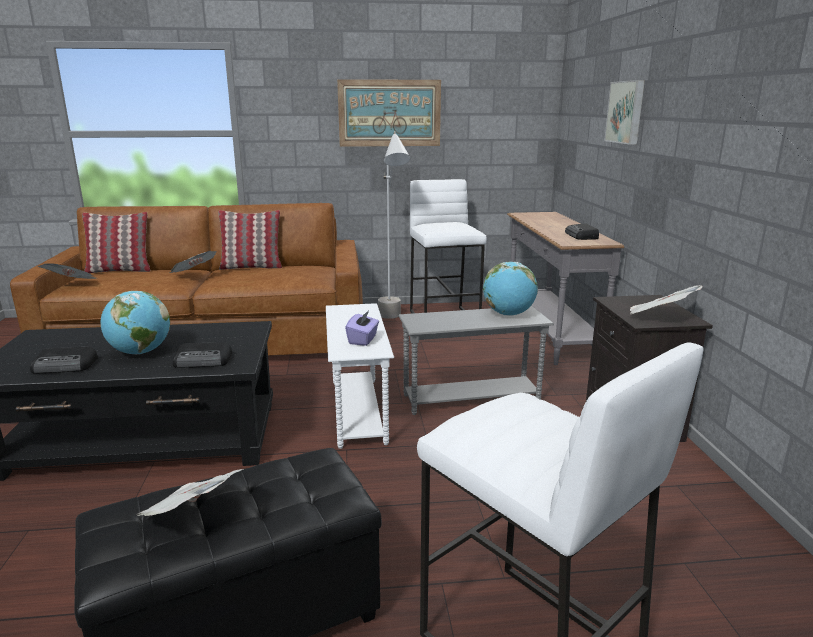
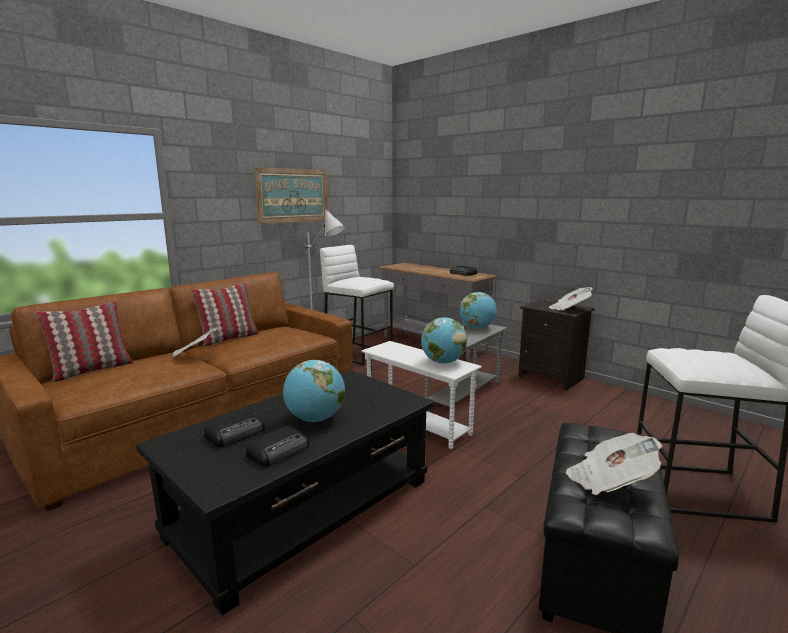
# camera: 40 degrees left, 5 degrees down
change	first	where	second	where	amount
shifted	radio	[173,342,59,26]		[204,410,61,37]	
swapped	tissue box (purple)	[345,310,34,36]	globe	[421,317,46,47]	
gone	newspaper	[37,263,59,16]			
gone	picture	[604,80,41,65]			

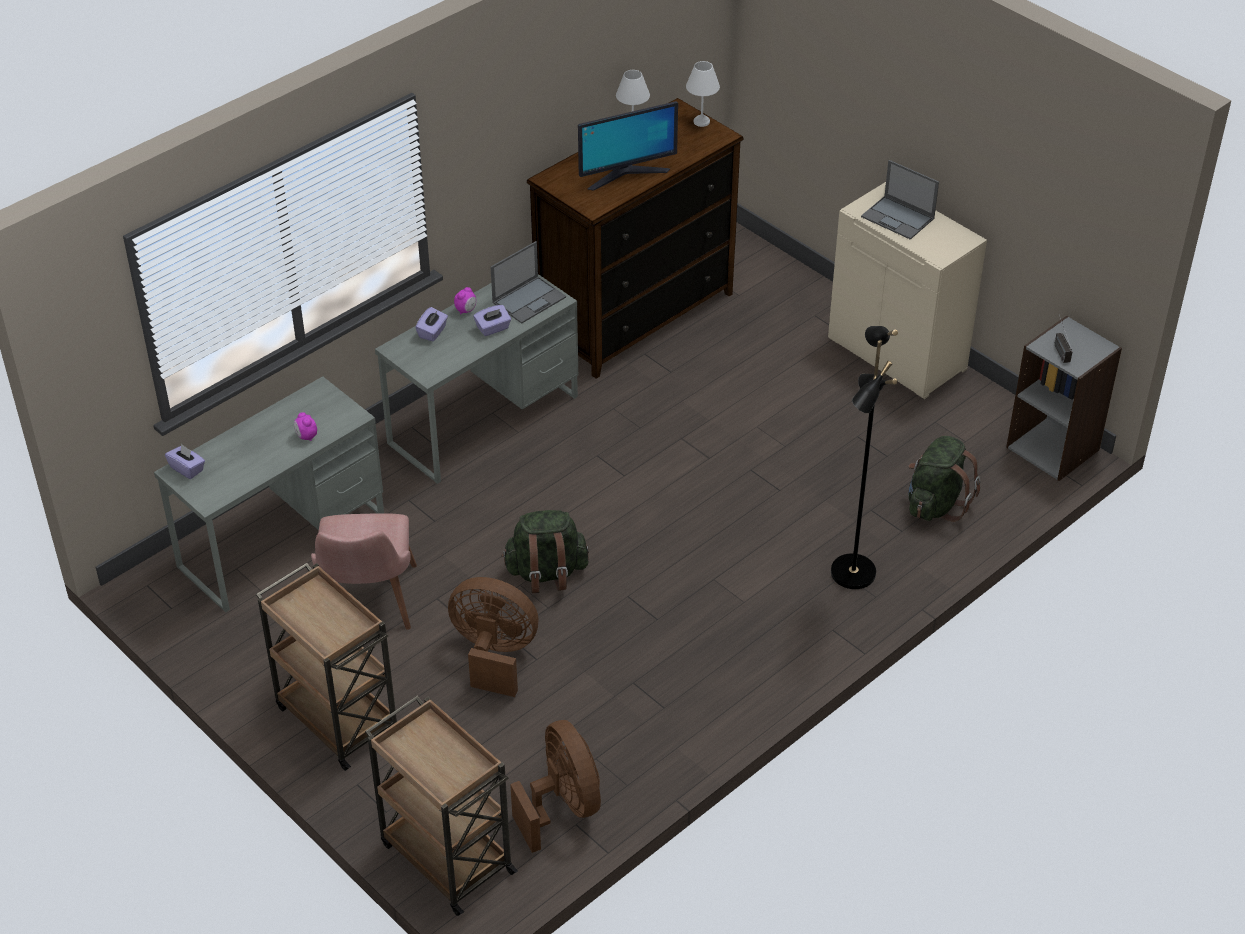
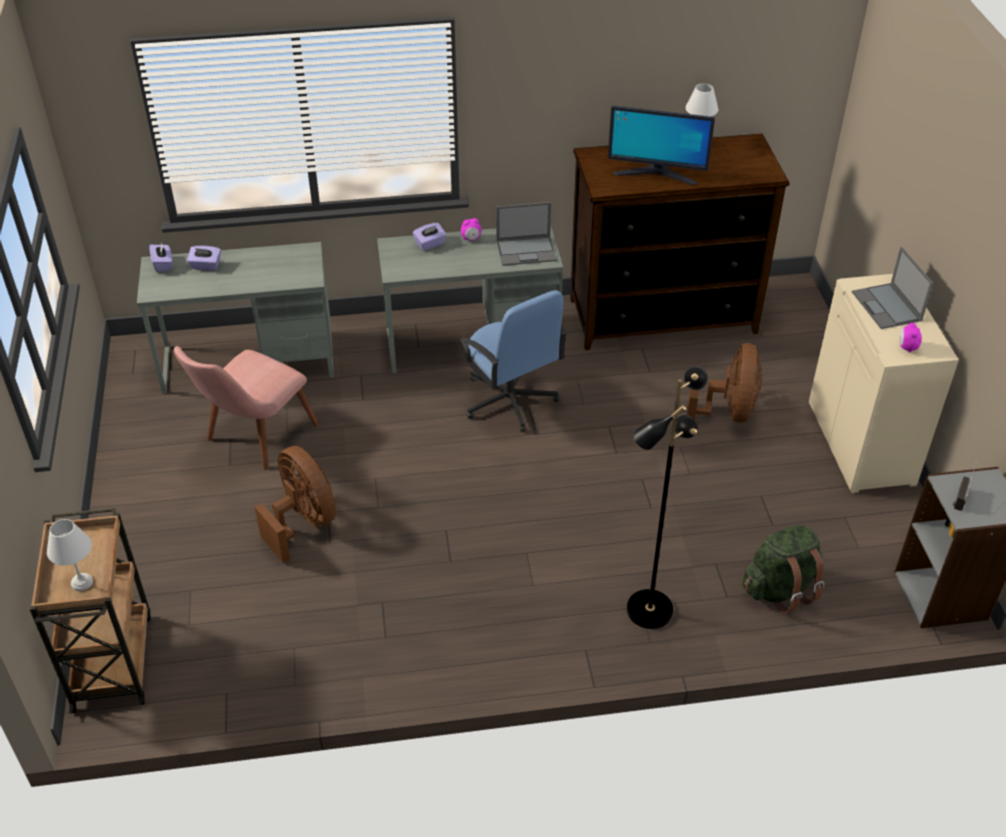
# camera: 35 degrees right, 0 degrees up
change	first	where	second	where	amount
shifted	table lamp (white)	[686,61,34,66]		[47,519,46,72]	
shifted	tissue box (purple)	[474,305,37,31]		[187,246,34,25]	
new			office chair (blue)	[459,290,109,142]	
shifted	fan (brown)	[510,720,91,133]		[687,343,75,80]	
shifted	alarm clock	[294,412,23,29]		[899,323,23,30]	
gone	cart (brown)	[256,563,141,208]			
gone	backpack (green)	[502,510,87,83]			

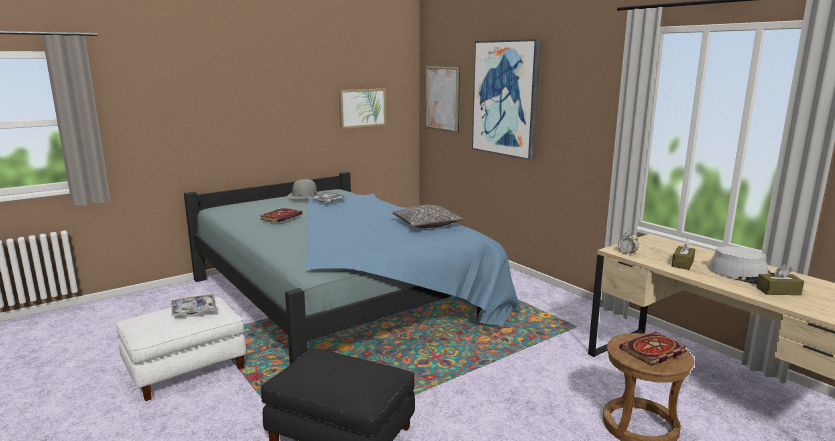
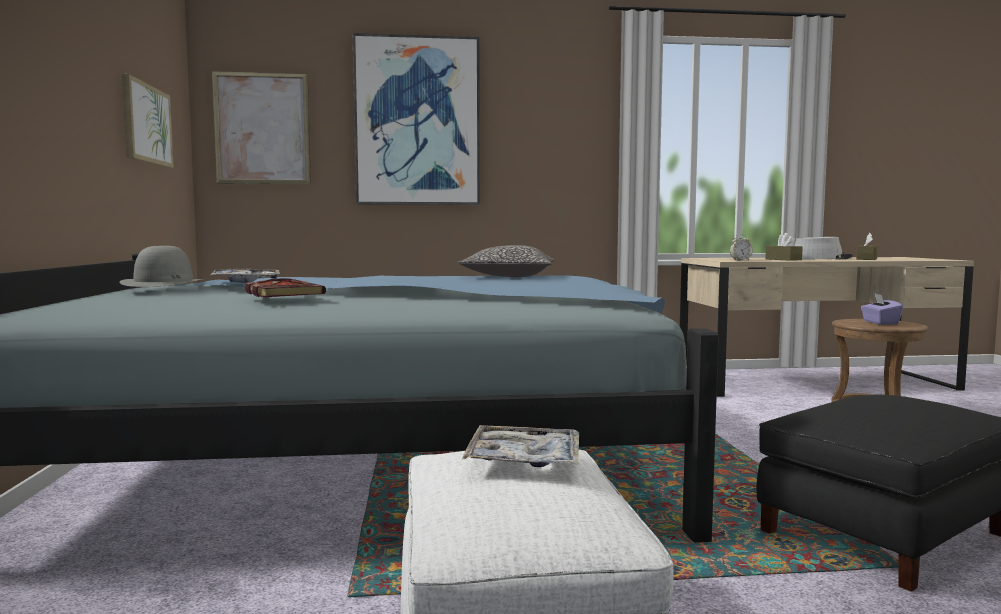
# camera: 60 degrees left, 10 degrees down
change	first	where	second	where	amount
swapped	book	[619,332,68,34]	tissue box (purple)	[861,293,42,32]	

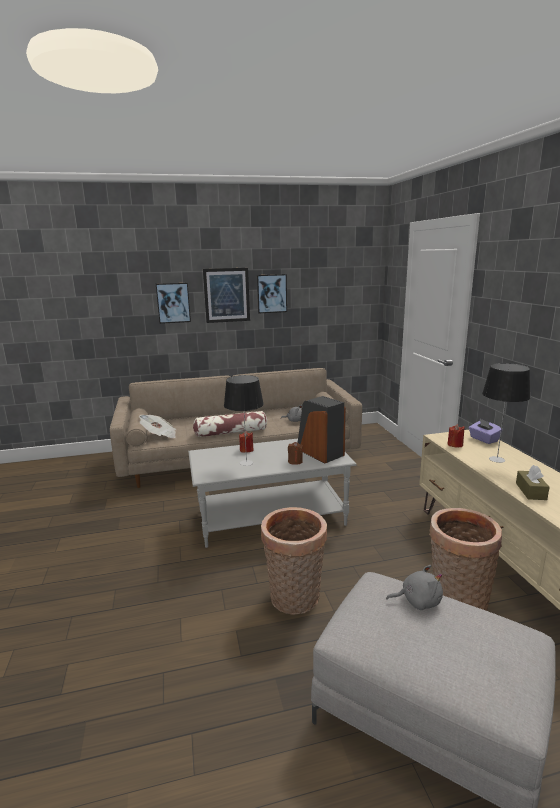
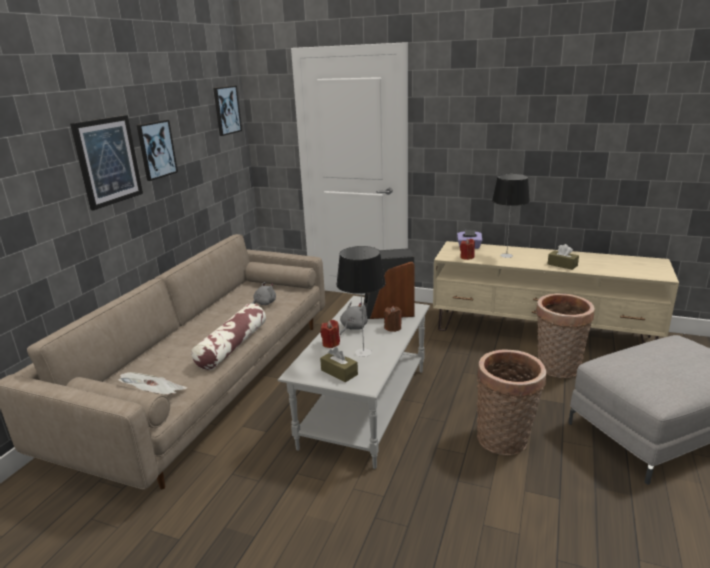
# camera: 55 degrees left, 5 degrees up
change	first	where	second	where	amount
shifted	picture	[156,283,35,41]		[213,86,29,50]	
new			tissue box (brown)	[320,347,38,35]	
shifted	plush toy (grey)	[386,565,57,45]		[340,302,28,33]	

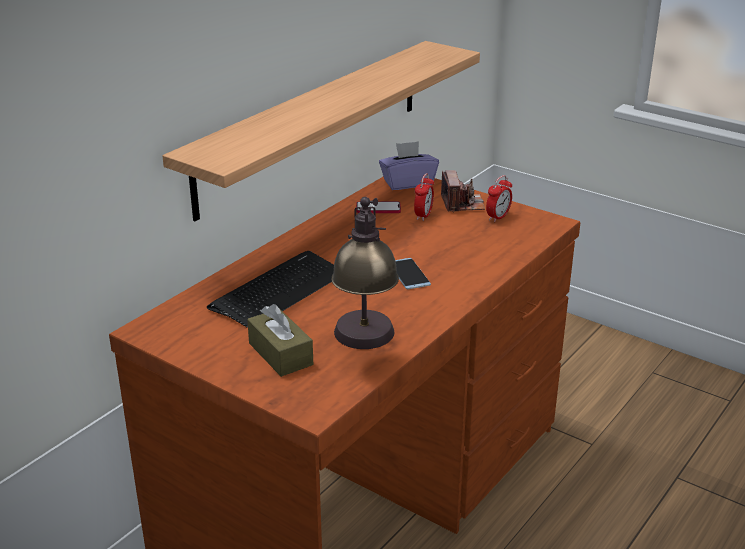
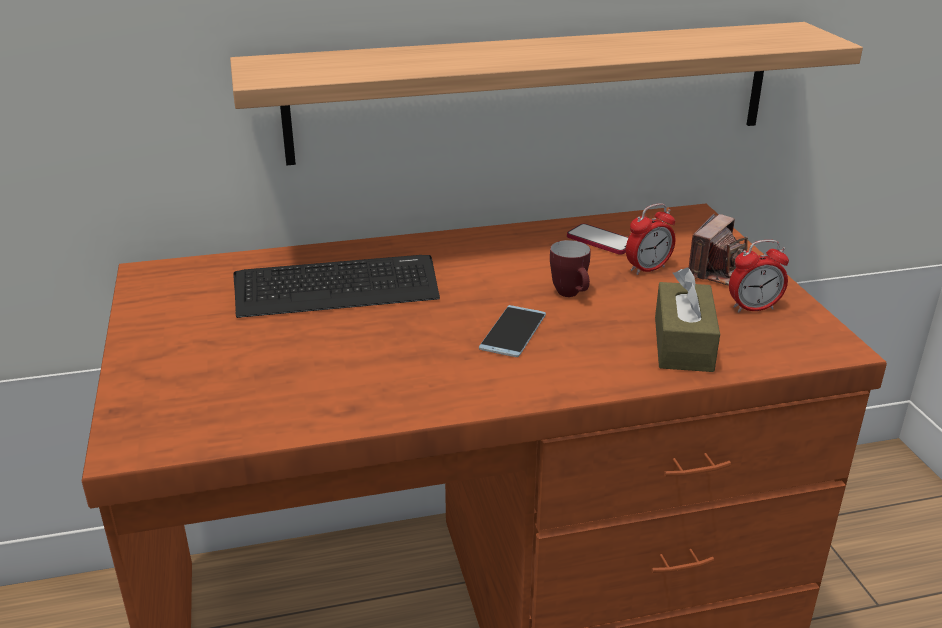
# camera: 40 degrees right, 0 degrees up
change	first	where	second	where	amount
new			mug	[550,240,41,57]	
shifted	tissue box (brown)	[247,304,66,73]		[655,267,65,105]	
gone	table lamp	[331,197,68,152]			
gone	tissue box (purple)	[379,141,60,49]			

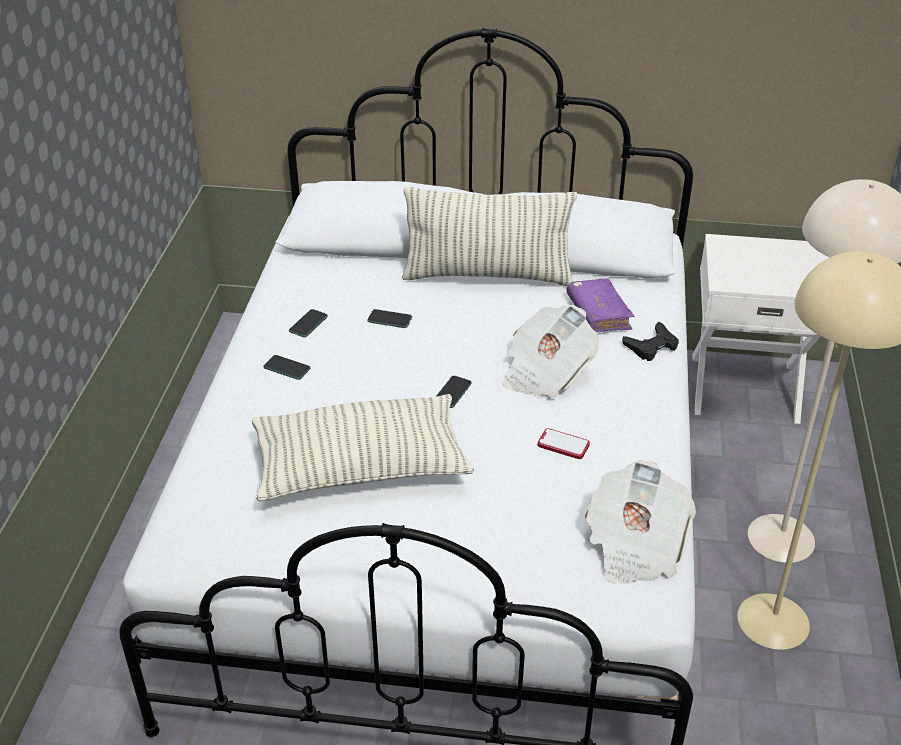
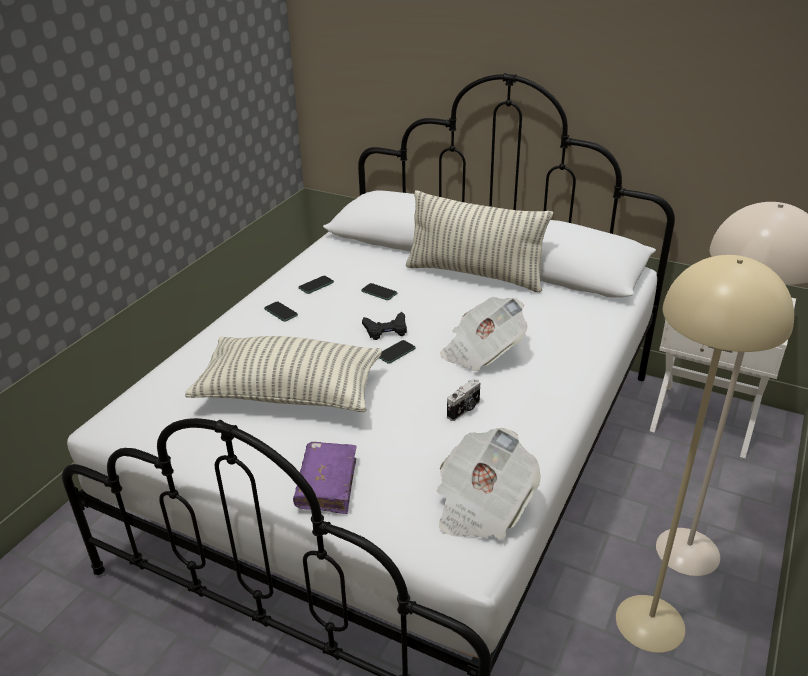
# camera: 20 degrees right, 5 degrees down
change	first	where	second	where	amount
shifted	book (purple)	[566,278,68,54]		[293,442,63,72]	
shifted	game controller (black)	[622,322,57,39]		[362,312,45,28]	
swapped	phone	[538,428,52,31]	photo camera	[447,379,33,42]	

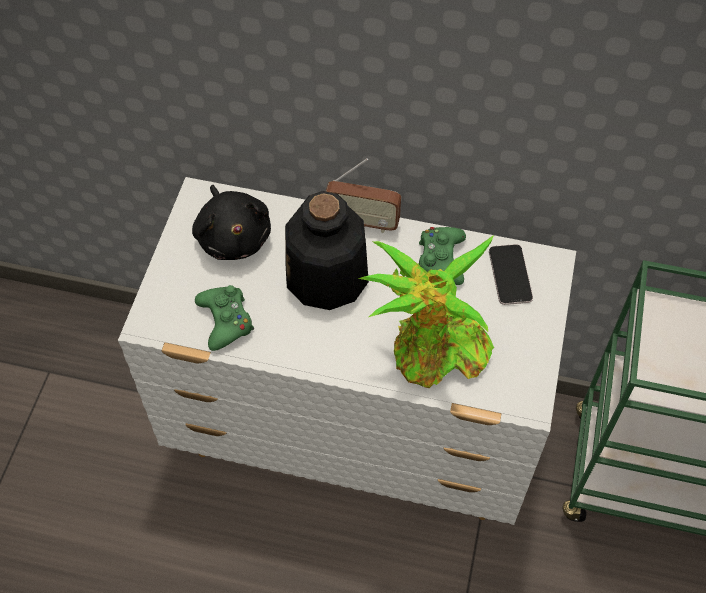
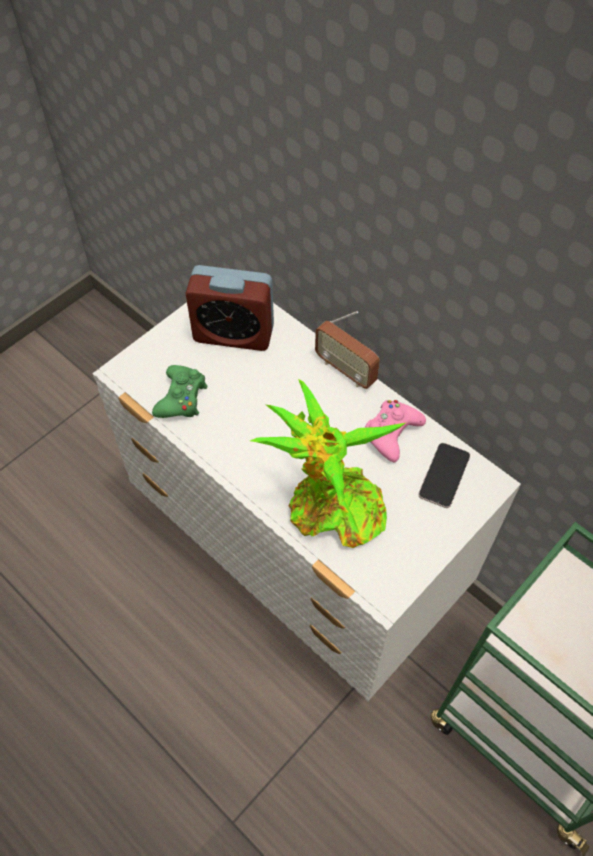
# camera: 30 degrees right, 0 degrees up
change	first	where	second	where	amount
swapped	plush toy (black)	[192,185,79,75]	alarm clock	[185,265,89,86]	
repainted	game controller (green)	[419,227,47,58]	game controller (pink)	[365,400,61,62]	
gone	bottle	[285,191,84,119]			

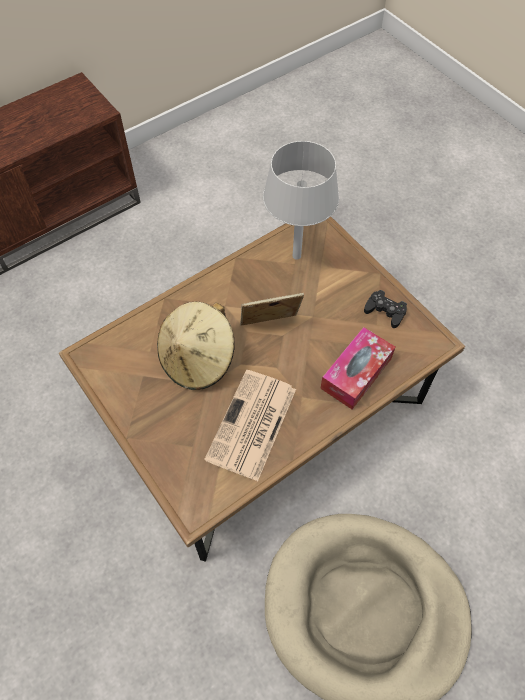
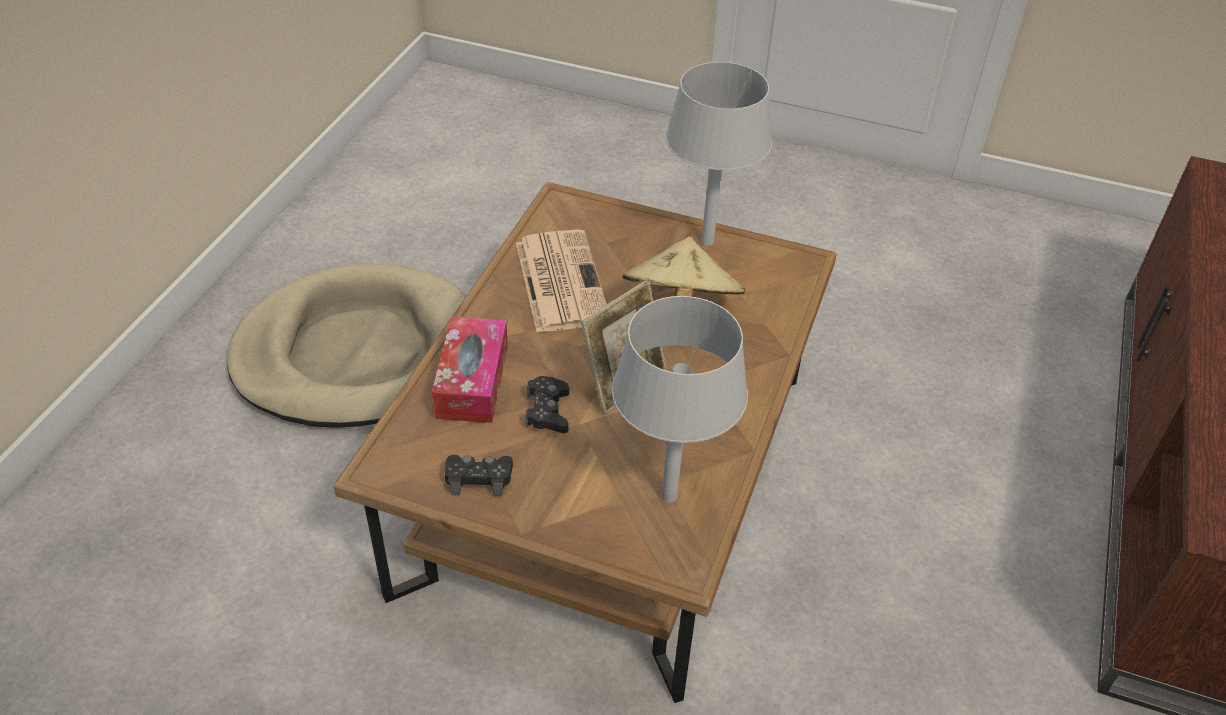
# camera: 145 degrees right, 15 degrees down
change	first	where	second	where	amount
new			game controller (black)	[526,376,43,57]	
new			table lamp (grey)	[666,62,106,184]	

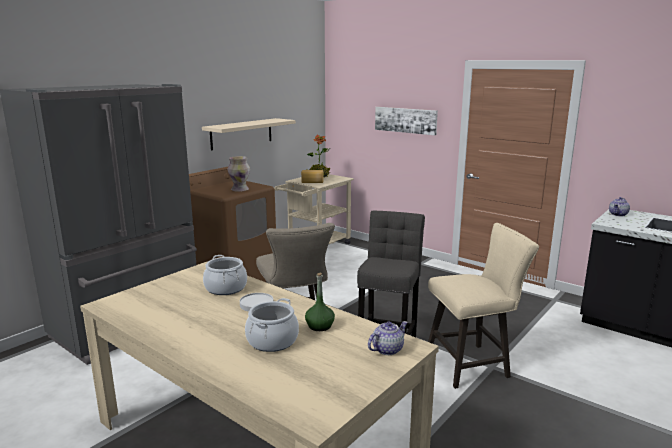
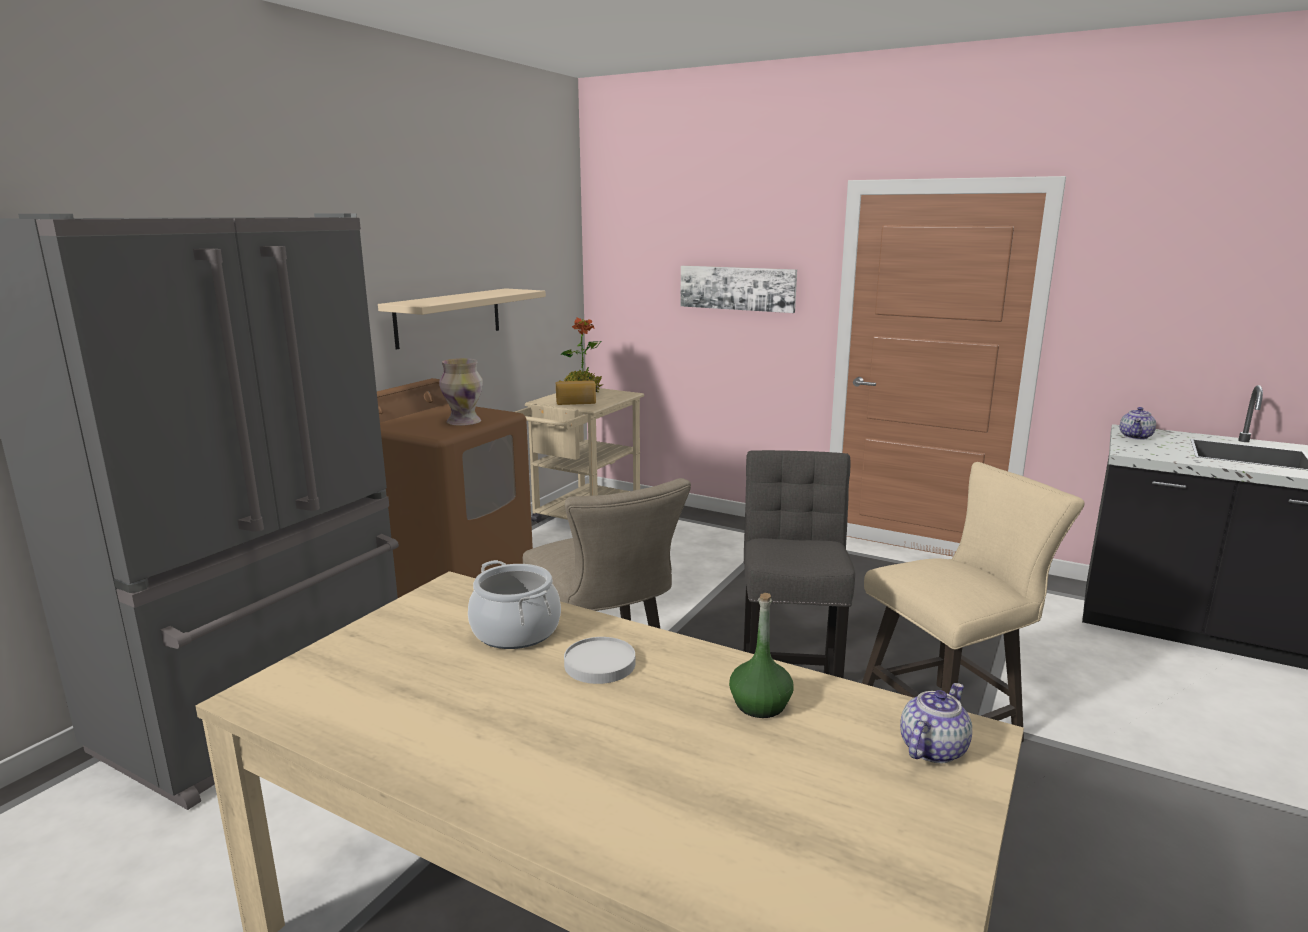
# camera: 10 degrees left, 0 degrees up
change	first	where	second	where	amount
gone	cooking pot	[245,298,54,54]			

